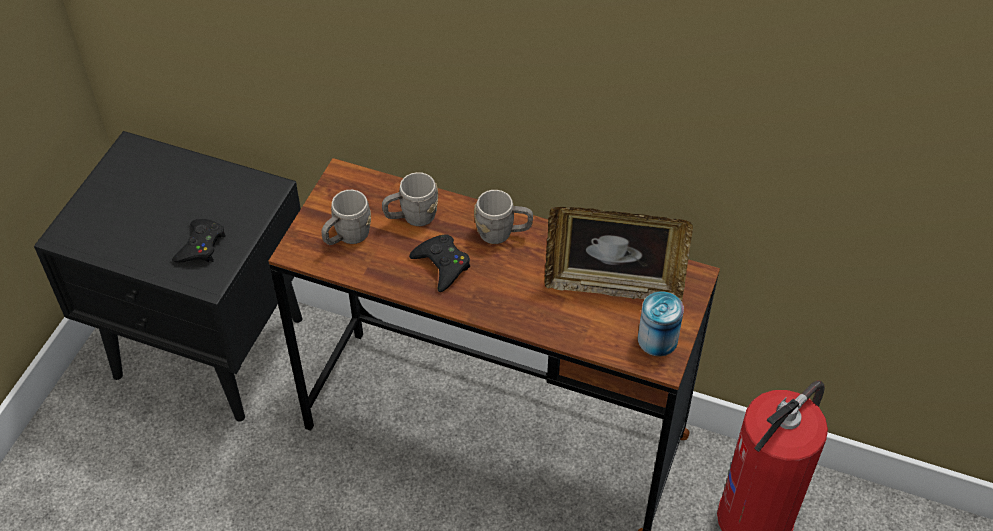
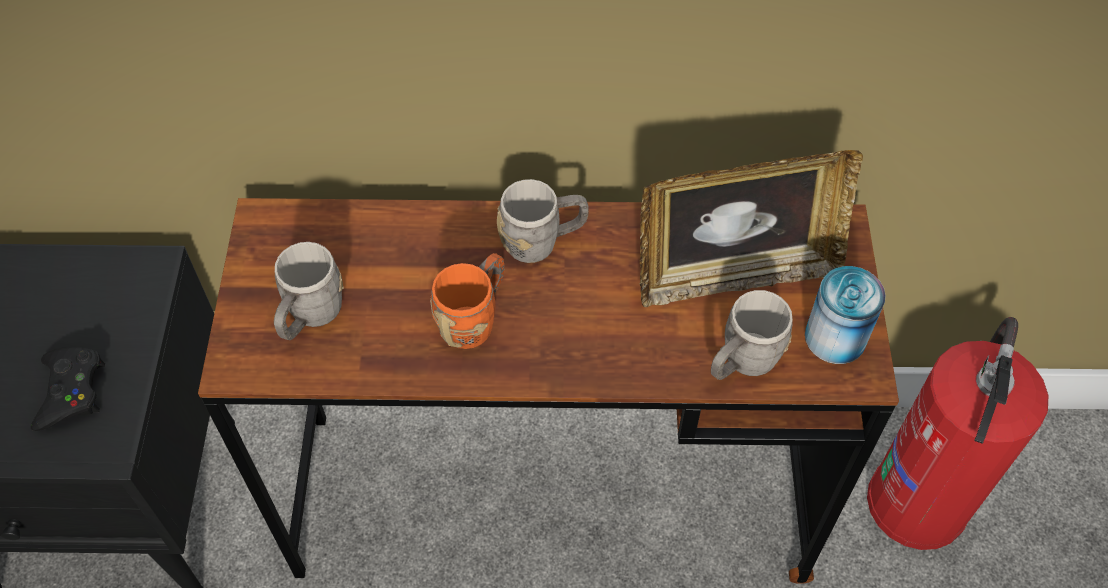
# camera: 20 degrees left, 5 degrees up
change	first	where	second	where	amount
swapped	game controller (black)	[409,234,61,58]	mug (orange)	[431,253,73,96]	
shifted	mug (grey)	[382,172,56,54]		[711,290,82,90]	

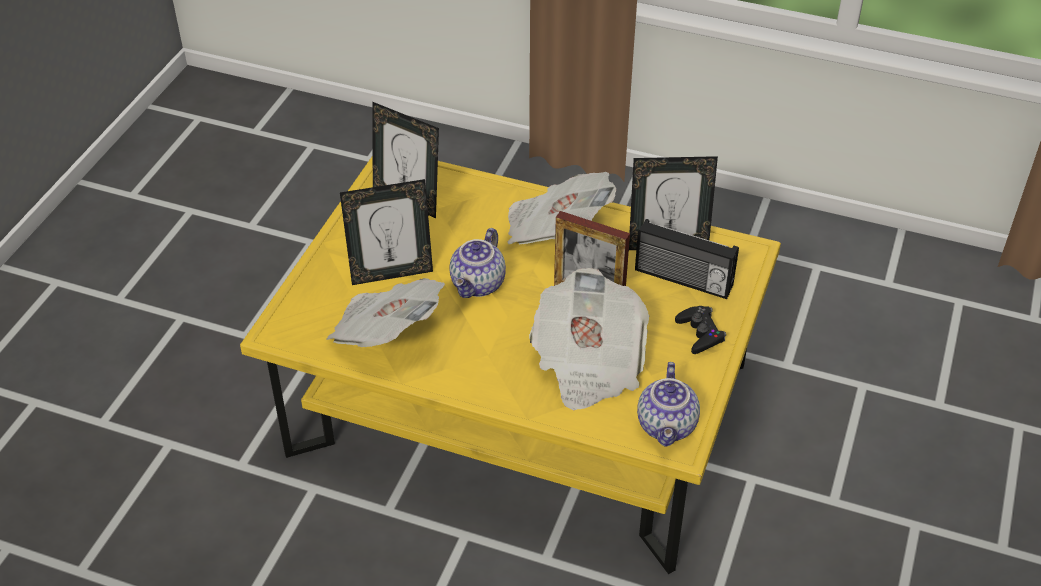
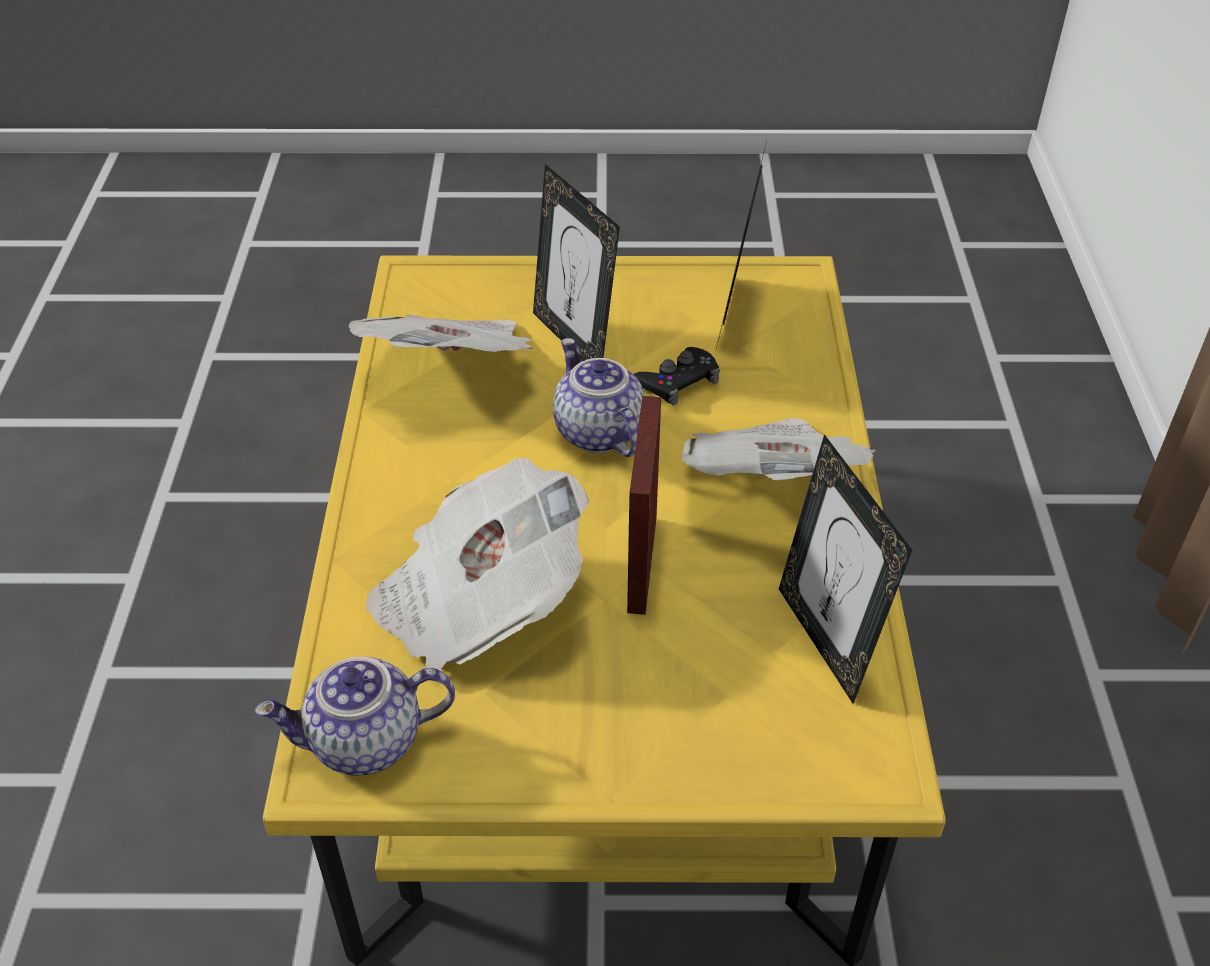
# camera: 70 degrees right, 0 degrees up
change	first	where	second	where	amount
rotated	teapot	[449,228,57,70]		[553,338,92,119]	60 degrees clockwise
shifted	game controller (black)	[675,306,51,48]		[634,347,86,59]	
gone	radio	[635,219,104,80]			

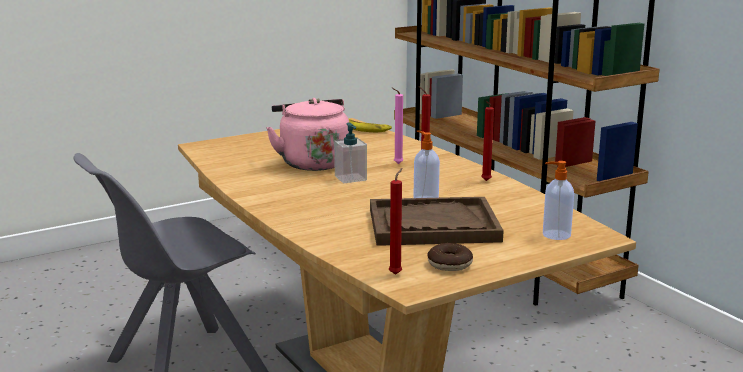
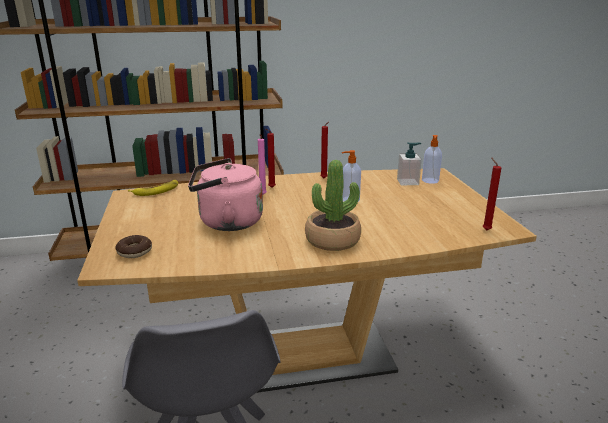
# camera: 70 degrees left, 5 degrees up
change	first	where	second	where	amount
shifted	donut	[427,243,46,28]		[115,235,37,23]	
new			potted plant	[305,160,56,91]	
shifted	soap dispenser	[334,123,33,60]		[397,143,25,42]	
gone	tray (brown)	[370,197,134,49]			

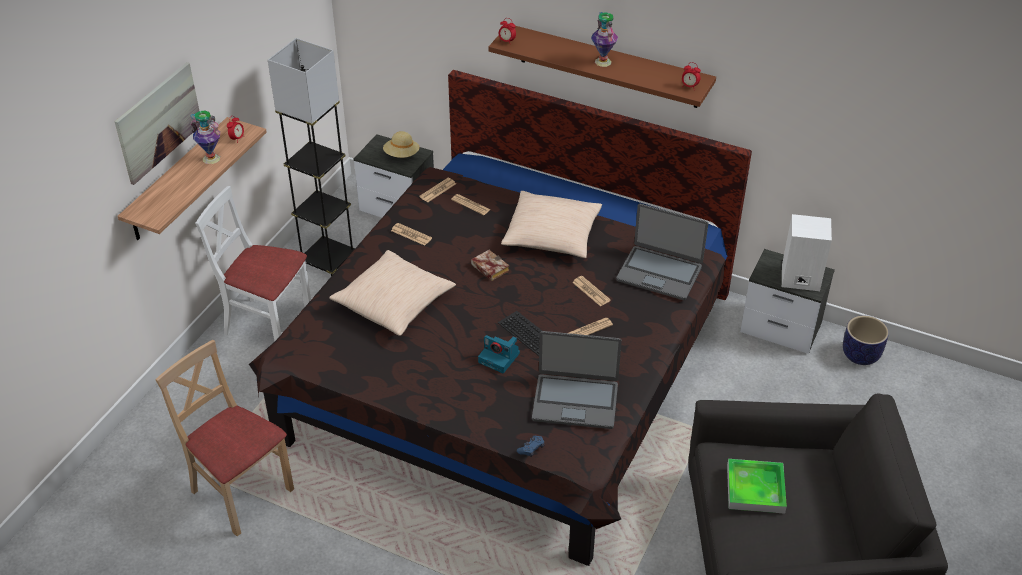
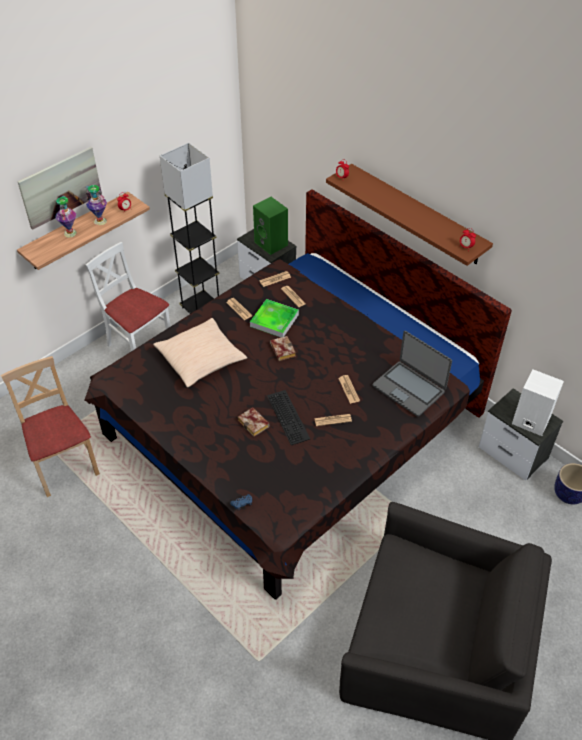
# camera: 20 degrees right, 5 degrees up
change	first	where	second	where	amount
shifted	vase	[591,12,27,55]		[55,196,22,42]	
swapped	photo camera	[478,335,42,38]	book	[238,407,31,30]	
shifted	tray	[727,459,60,55]		[250,299,49,38]	
swapped	hat (beige)	[383,131,36,27]	speaker (green)	[253,197,35,58]	
gone	pillow (beige)	[501,191,101,67]			
gone	laptop	[532,331,90,98]			

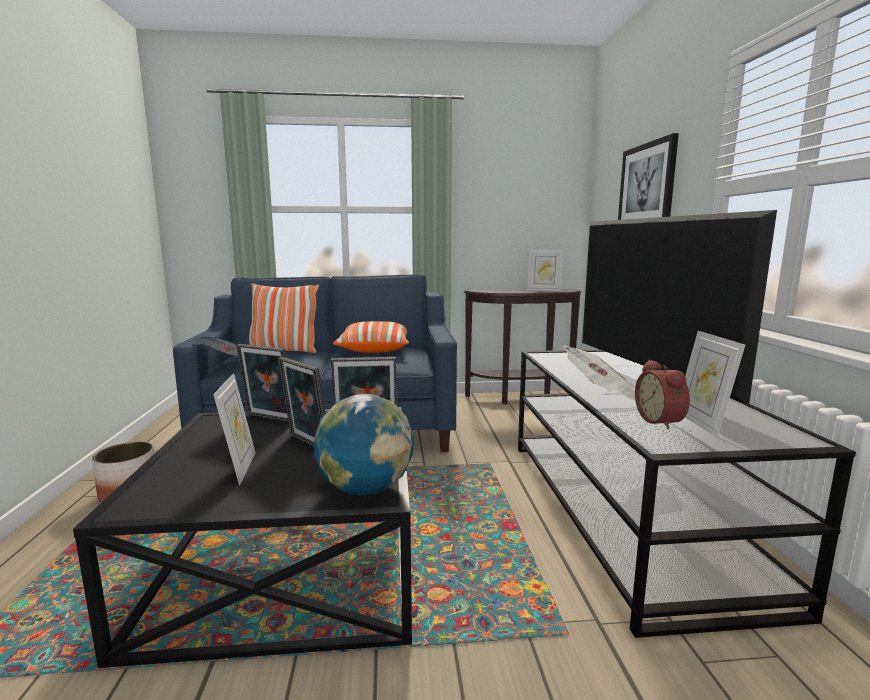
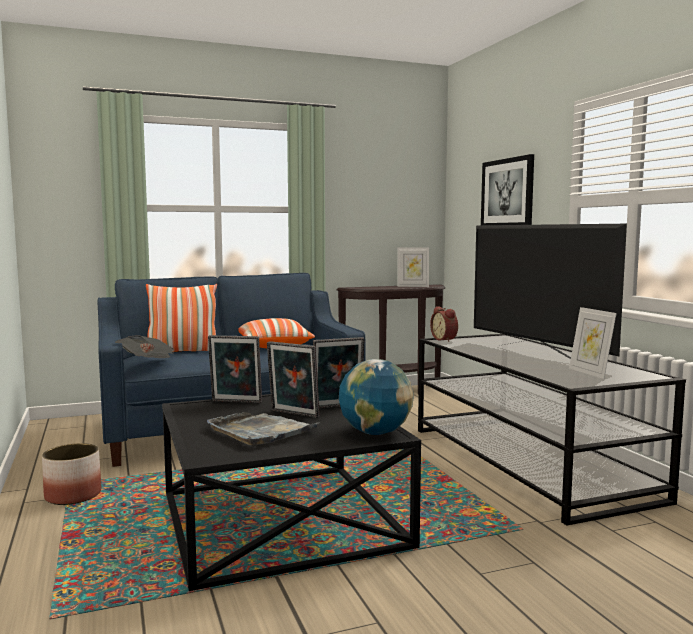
# camera: 15 degrees left, 5 degrees down
change	first	where	second	where	amount
swapped	picture frame	[213,373,43,112]	tray (grey)	[207,412,111,33]	
shifted	alarm clock	[635,360,55,70]		[430,306,28,36]	
gone	newspaper	[563,346,72,55]			

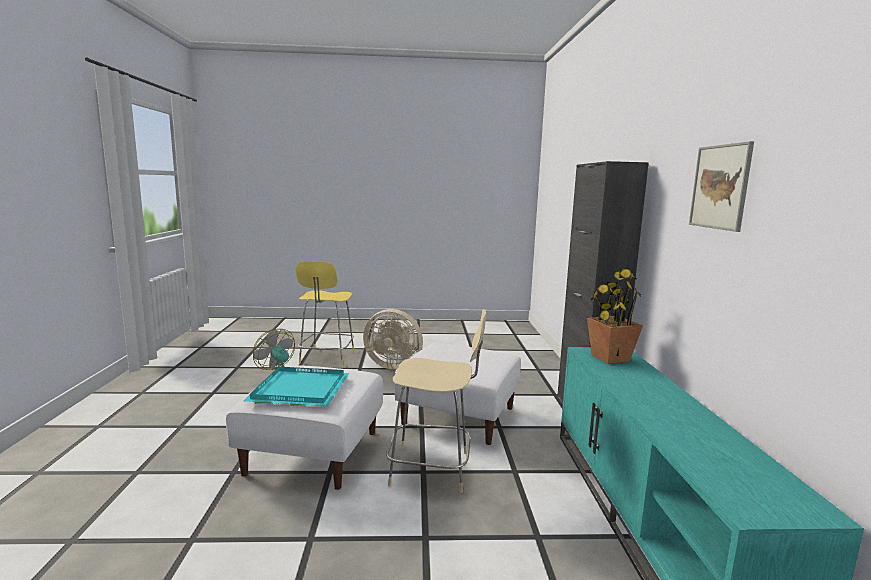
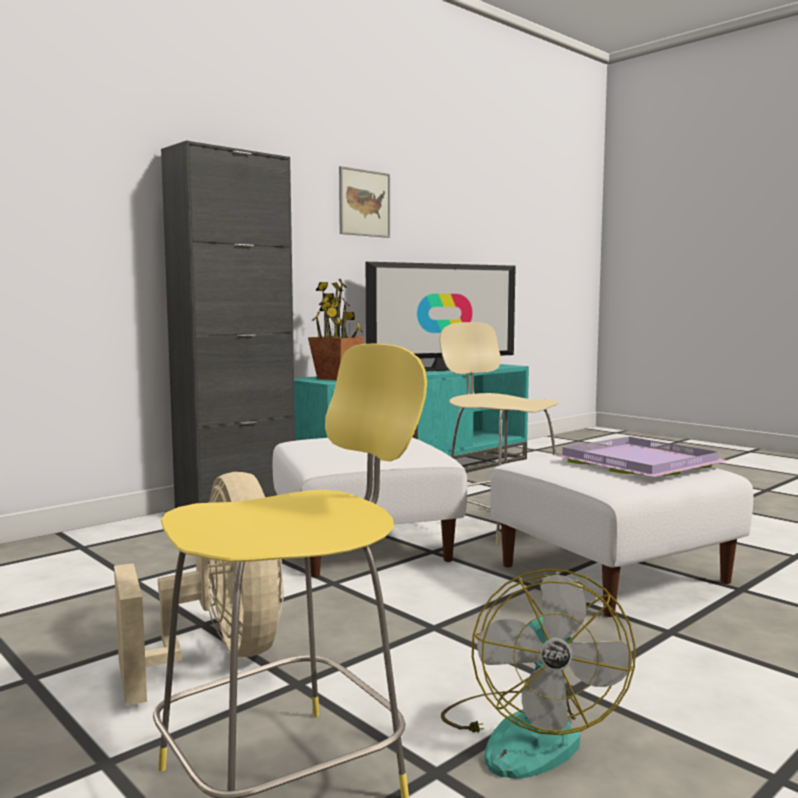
# camera: 130 degrees left, 5 degrees down
change	first	where	second	where	amount
new			television	[366,262,150,109]	
repainted	tray (turquoise)	[243,367,106,39]	tray (purple)	[554,437,175,40]	

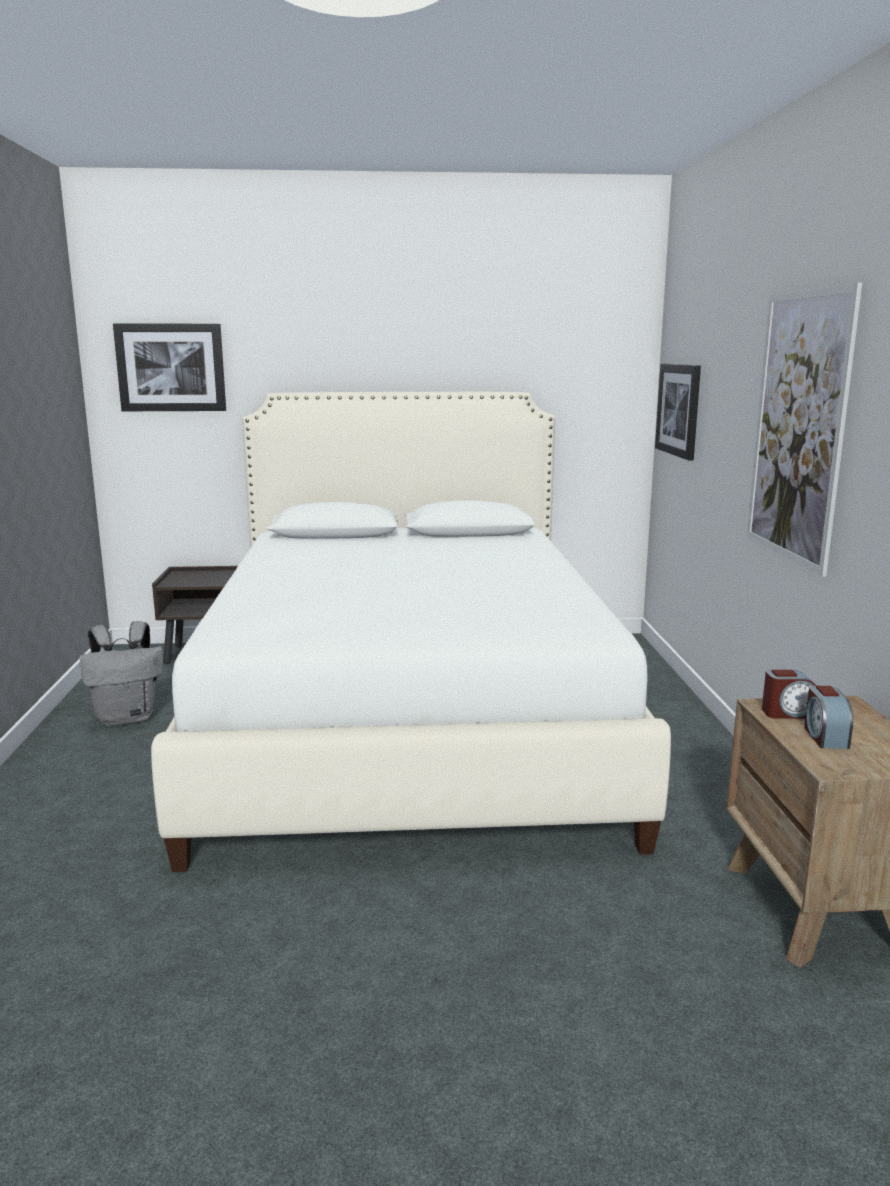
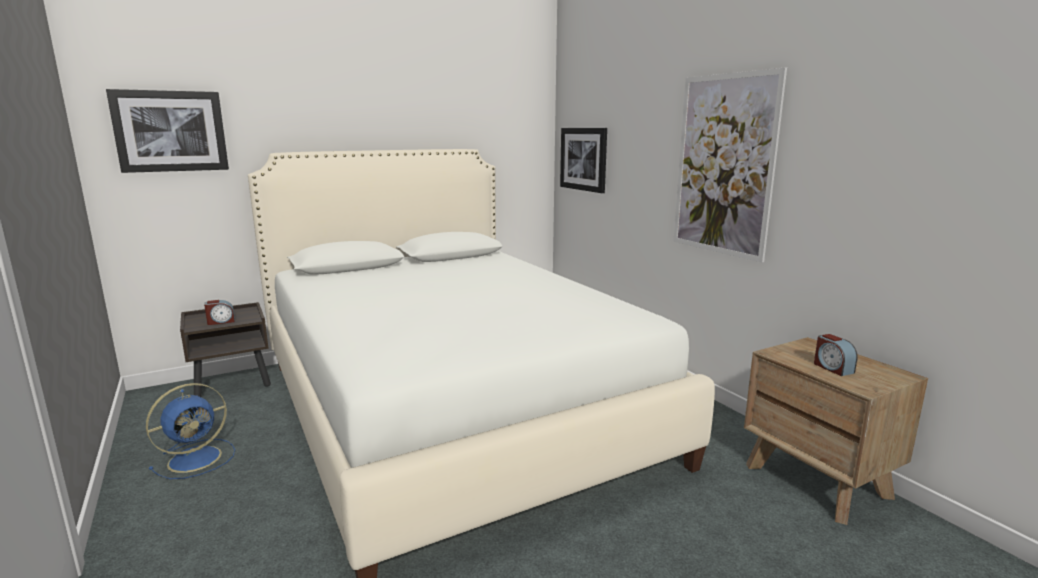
# camera: 25 degrees left, 0 degrees up
change	first	where	second	where	amount
swapped	backpack (grey)	[80,621,83,105]	fan (blue)	[146,383,89,96]	
shifted	alarm clock	[762,670,54,49]		[204,300,31,25]	

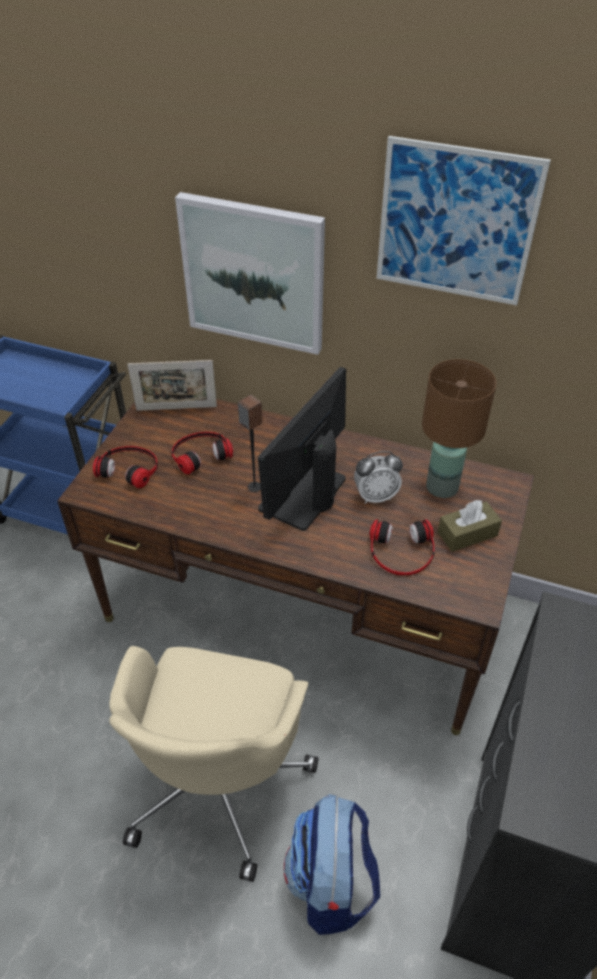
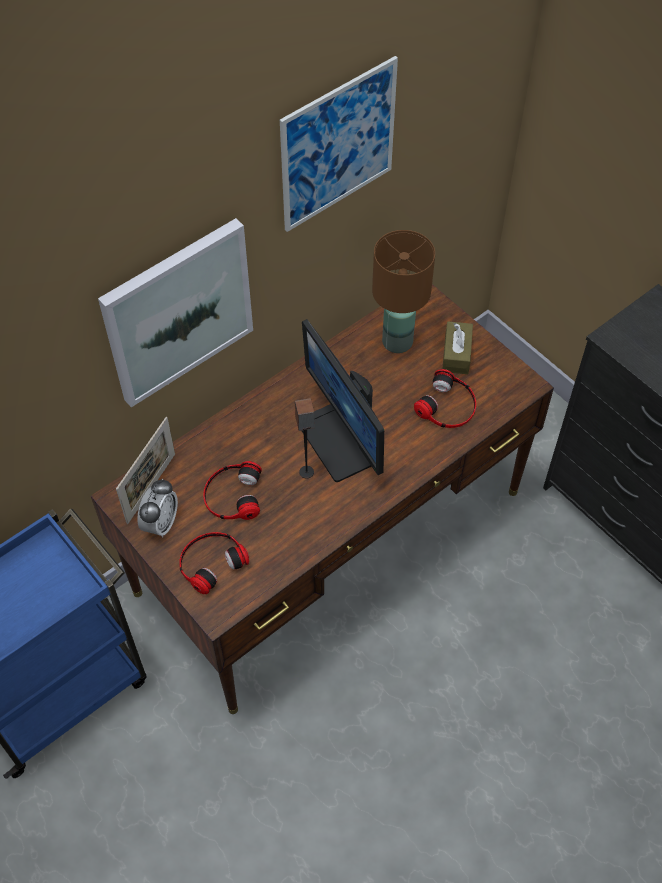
# camera: 60 degrees left, 10 degrees up
change	first	where	second	where	amount
shifted	alarm clock	[354,451,49,53]		[137,479,41,59]	
gone	office chair (beige)	[109,646,209,236]			
gone	backpack	[284,794,96,141]			

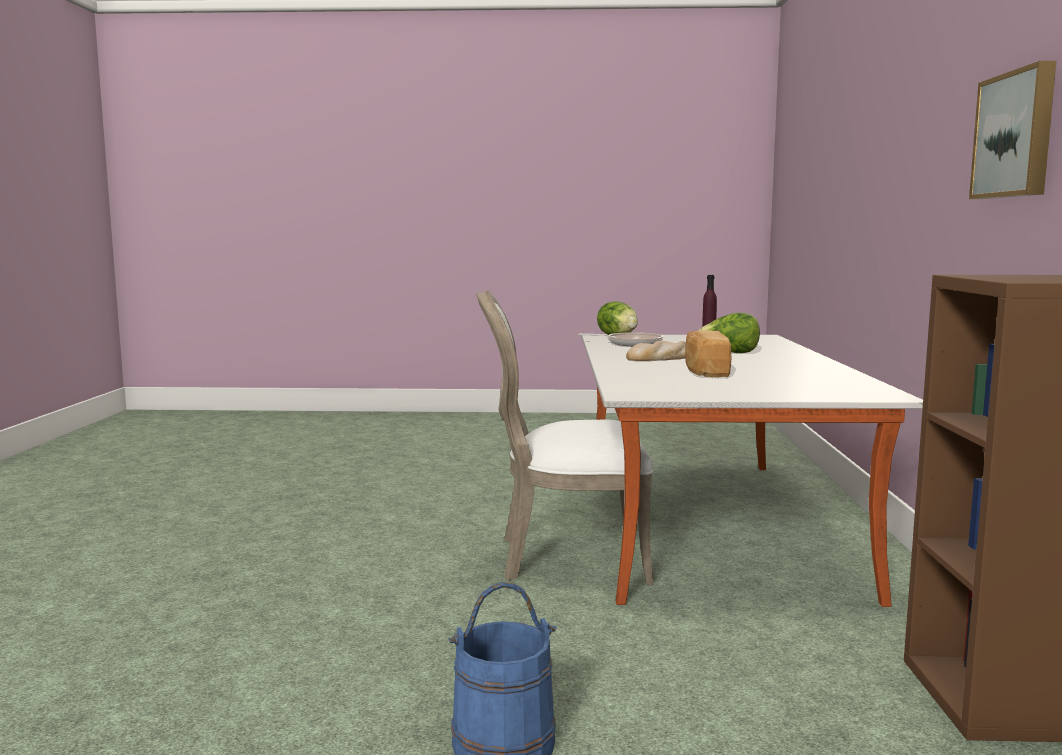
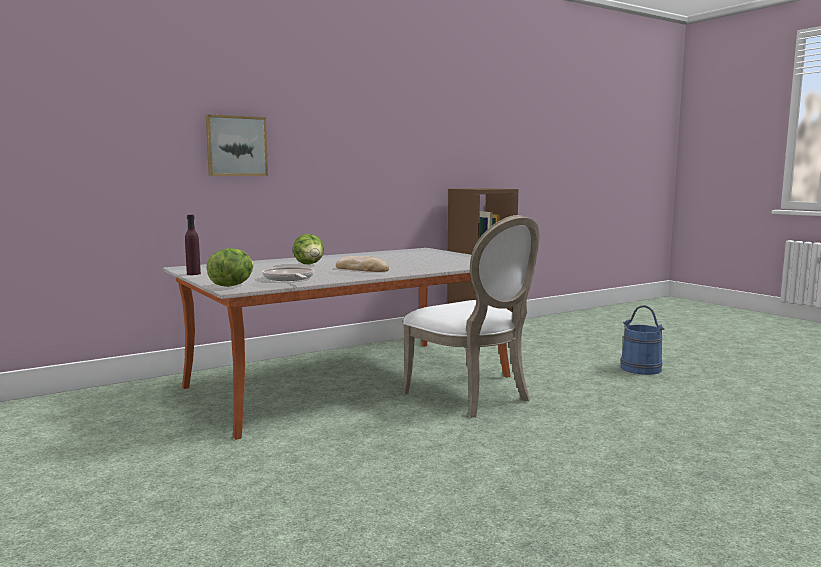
# camera: 125 degrees left, 0 degrees up
change	first	where	second	where	amount
shifted	picture	[969,61,87,138]		[206,114,62,62]	
gone	bread	[685,330,46,47]			

